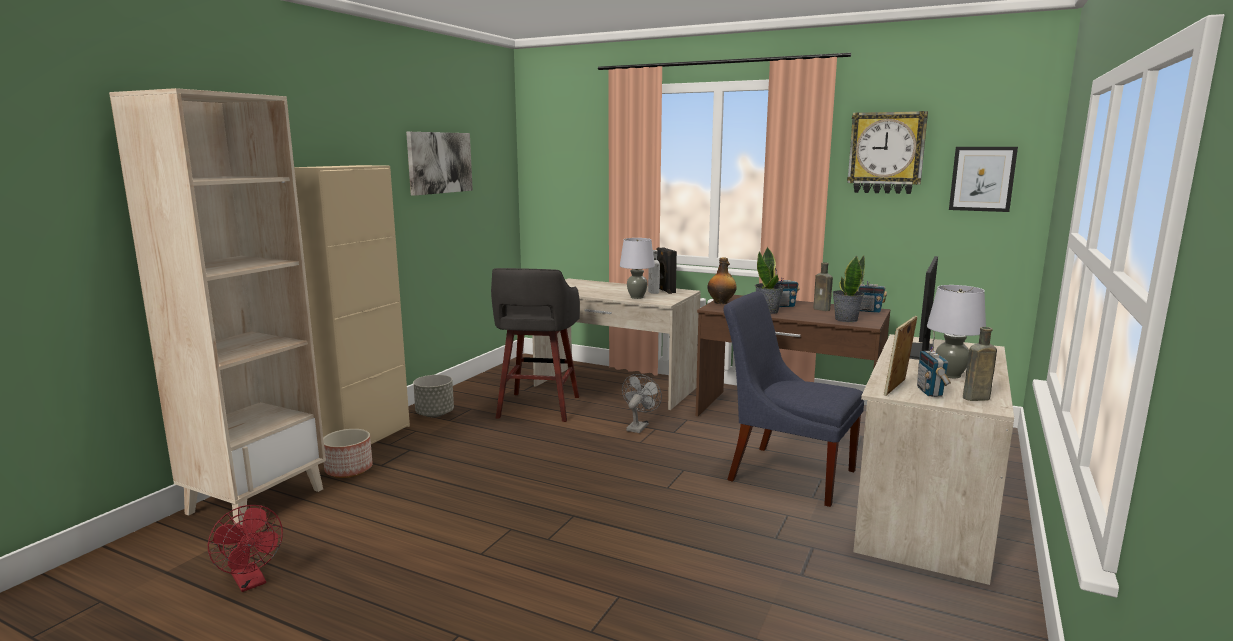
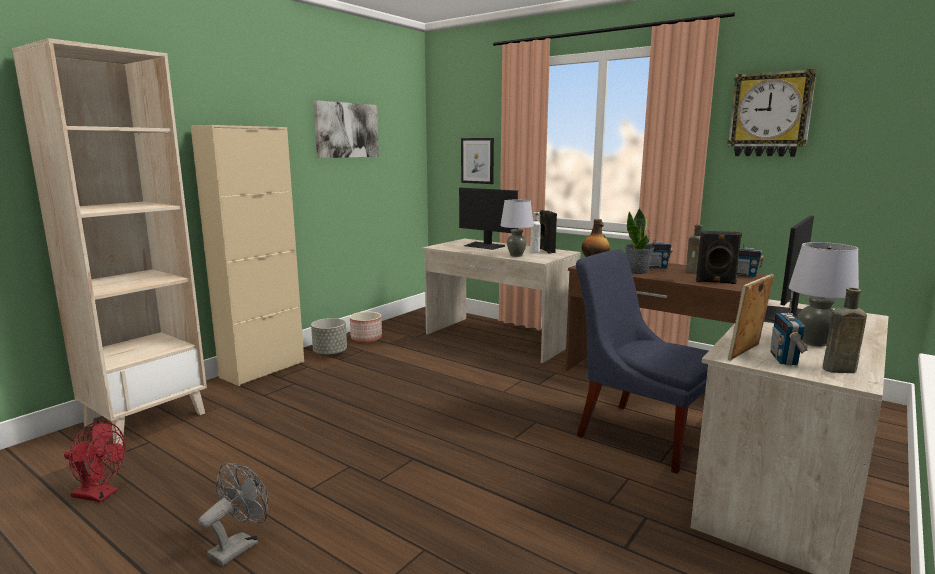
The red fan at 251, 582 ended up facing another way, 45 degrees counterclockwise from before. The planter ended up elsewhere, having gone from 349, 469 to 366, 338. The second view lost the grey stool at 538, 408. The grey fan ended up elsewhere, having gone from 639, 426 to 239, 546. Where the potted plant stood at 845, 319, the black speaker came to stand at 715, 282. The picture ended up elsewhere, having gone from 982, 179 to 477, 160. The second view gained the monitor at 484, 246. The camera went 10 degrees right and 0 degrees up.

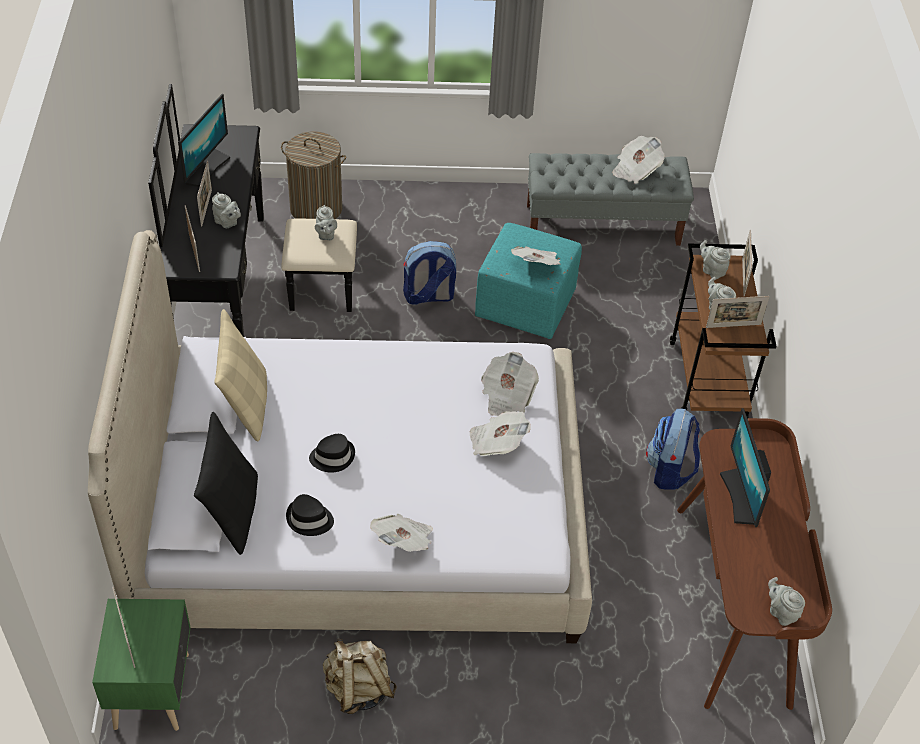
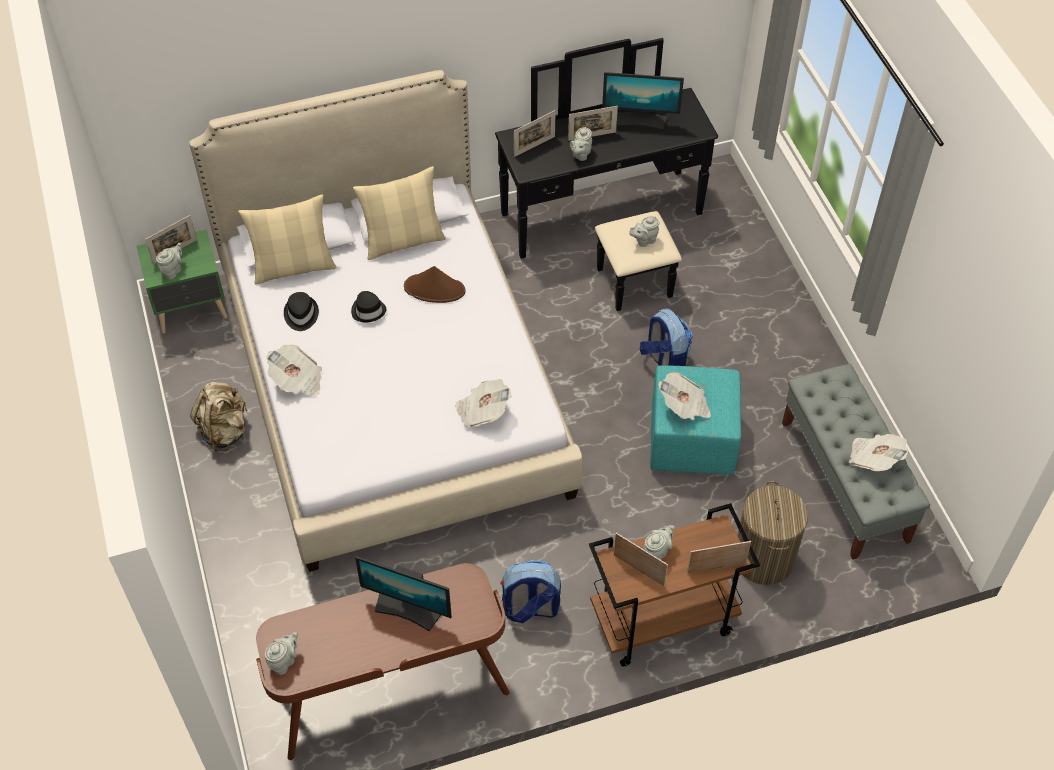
What was the black pillow at 233, 512 turned into the beige pillow at 293, 267. The laundry basket ended up elsewhere, having gone from 316, 208 to 763, 559. The second view lost the newspaper at 497, 443. The grey teapot ended up elsewhere, having gone from 712, 271 to 173, 270. The picture frame at 733, 326 ended up facing another way, 150 degrees clockwise from before. The monitor at 741, 497 ended up facing another way, 135 degrees counterclockwise from before. The second view gained the brown hat at 435, 289. The camera went 75 degrees right and 5 degrees up.

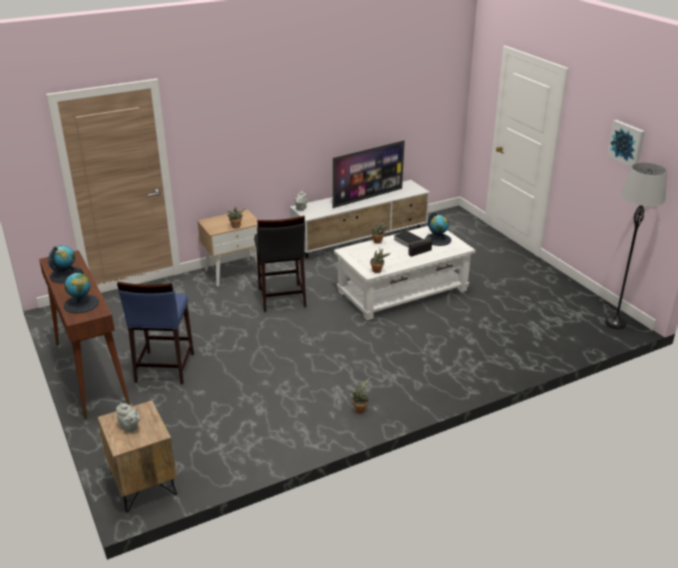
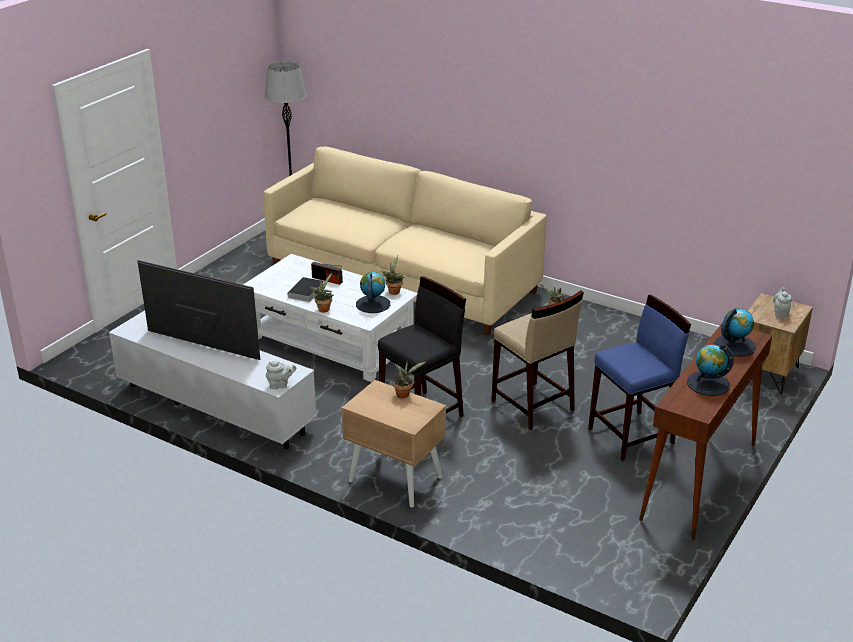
The globe ended up elsewhere, having gone from 438, 239 to 373, 304. The second view lost the picture at 626, 143. The second view gained the beige sofa at 403, 279. The second view gained the beige stool at 532, 406. The camera went 120 degrees left and 0 degrees up.

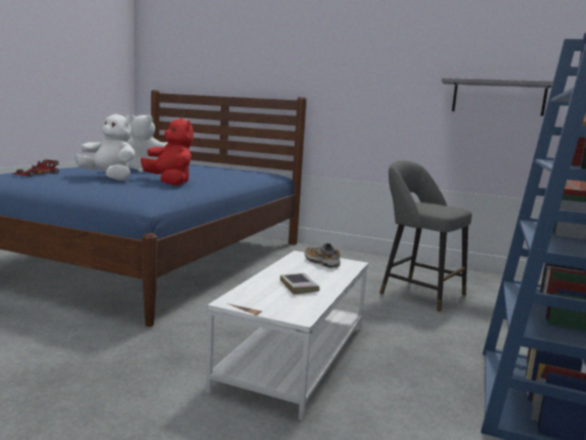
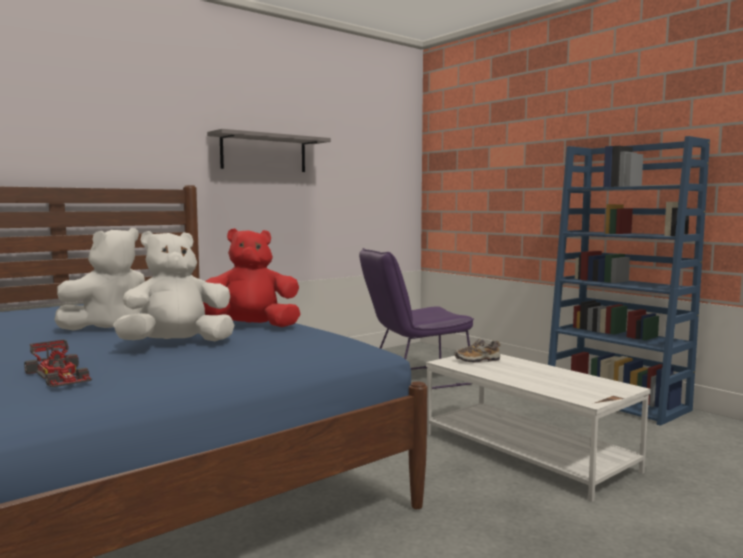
The second view lost the book at 298, 287. Where the grey stool stood at 418, 293, the purple chair came to stand at 413, 379. The grey shelf ended up elsewhere, having gone from 498, 98 to 264, 153. The camera went 60 degrees left and 5 degrees down.

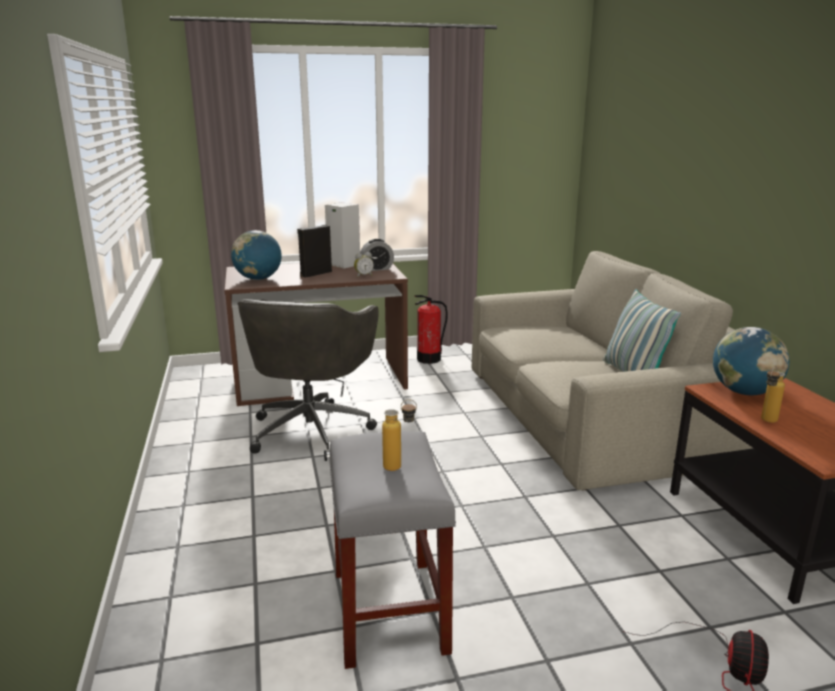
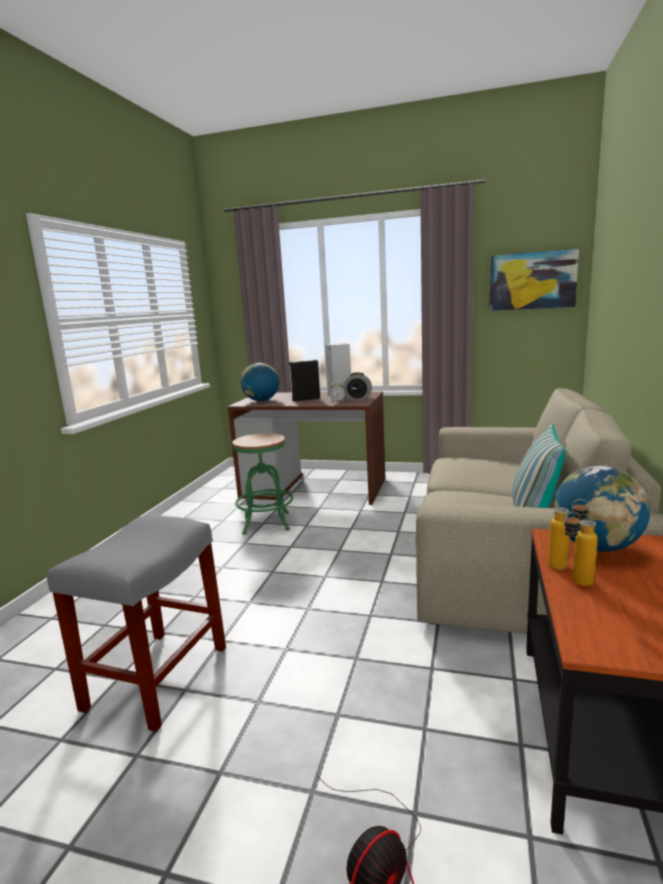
Where the grey office chair stood at 312, 429, the green stool came to stand at 266, 523. The bottle ended up elsewhere, having gone from 399, 467 to 566, 567. The second view lost the fire extinguisher at 429, 359. The second view gained the picture at 532, 281. The camera went 30 degrees right and 5 degrees down.

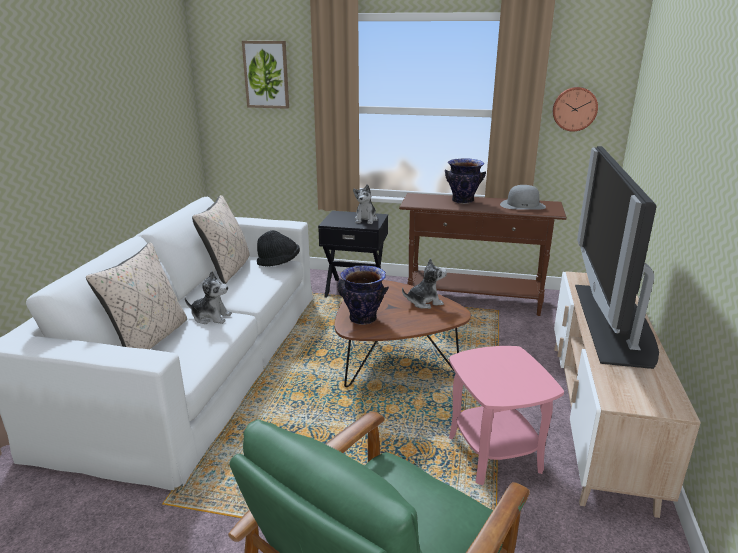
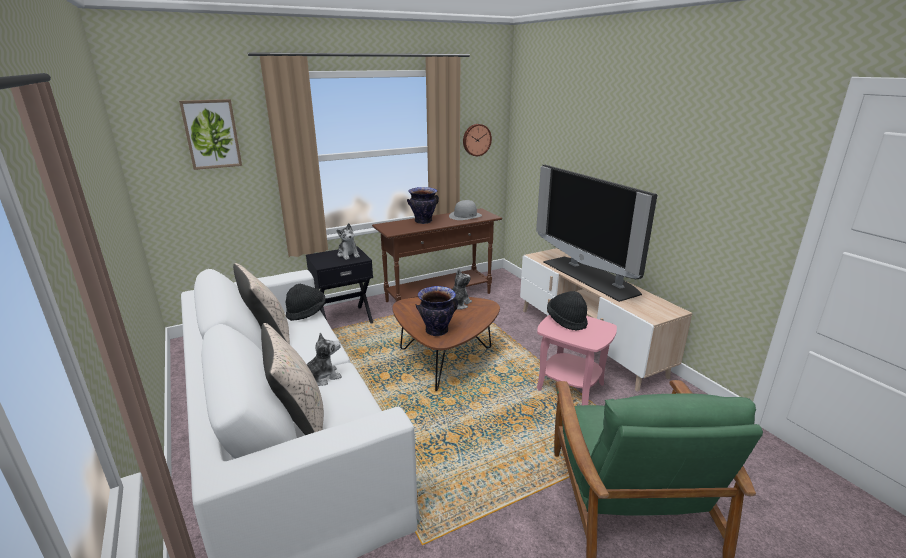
The second view gained the black hat at 566, 321. The camera went 40 degrees left and 0 degrees up.

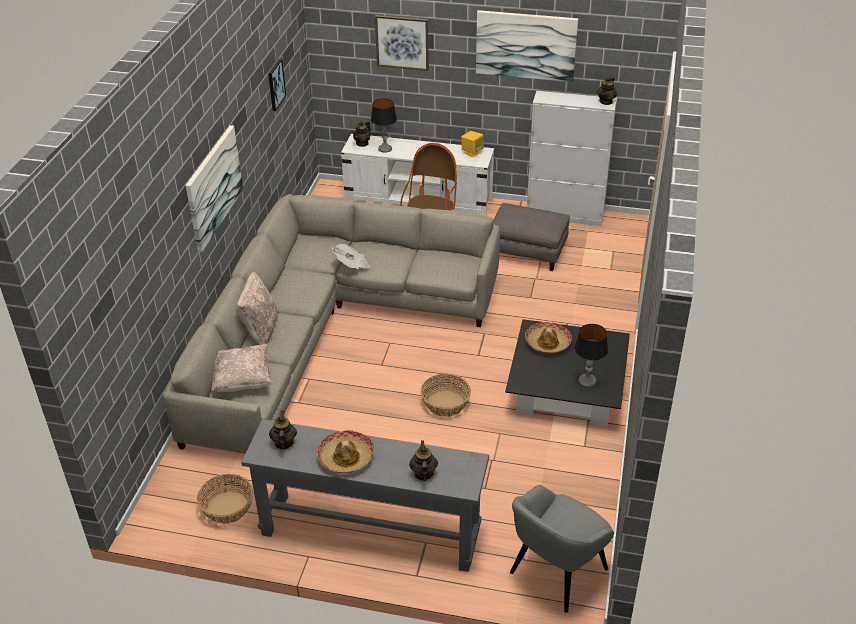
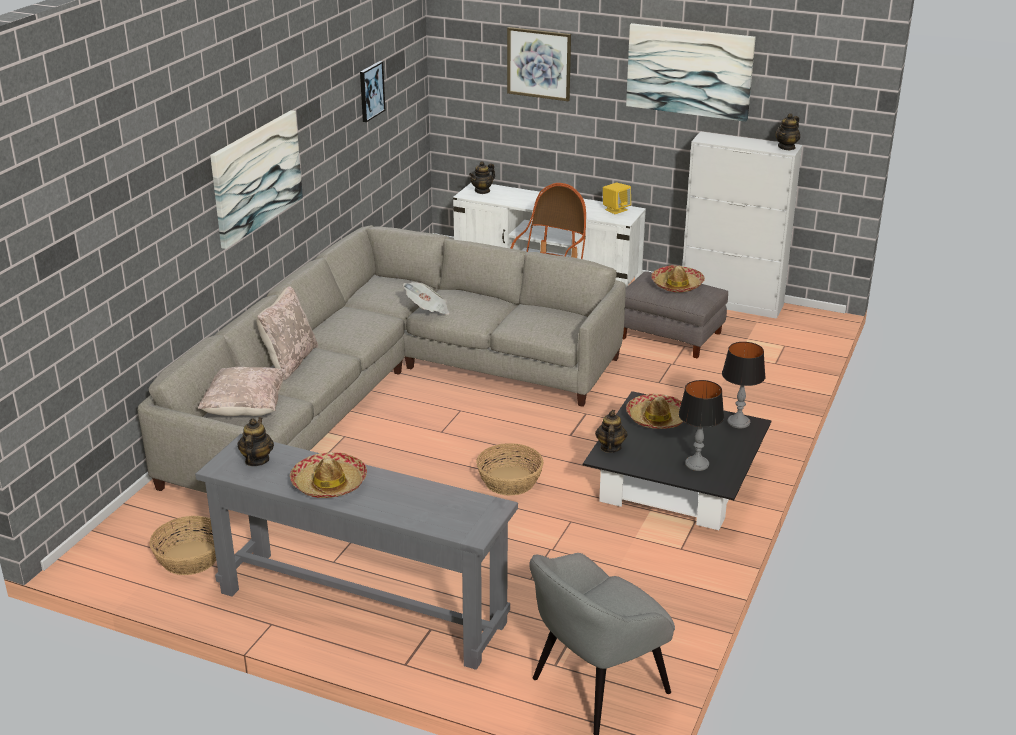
The table lamp ended up elsewhere, having gone from 385, 149 to 738, 422. The teapot ended up elsewhere, having gone from 423, 473 to 610, 447. The second view gained the hat at 677, 285. The camera went 10 degrees right and 10 degrees down.

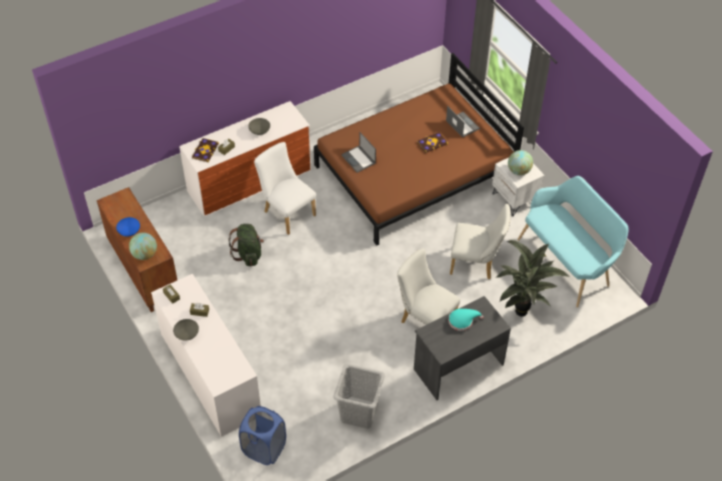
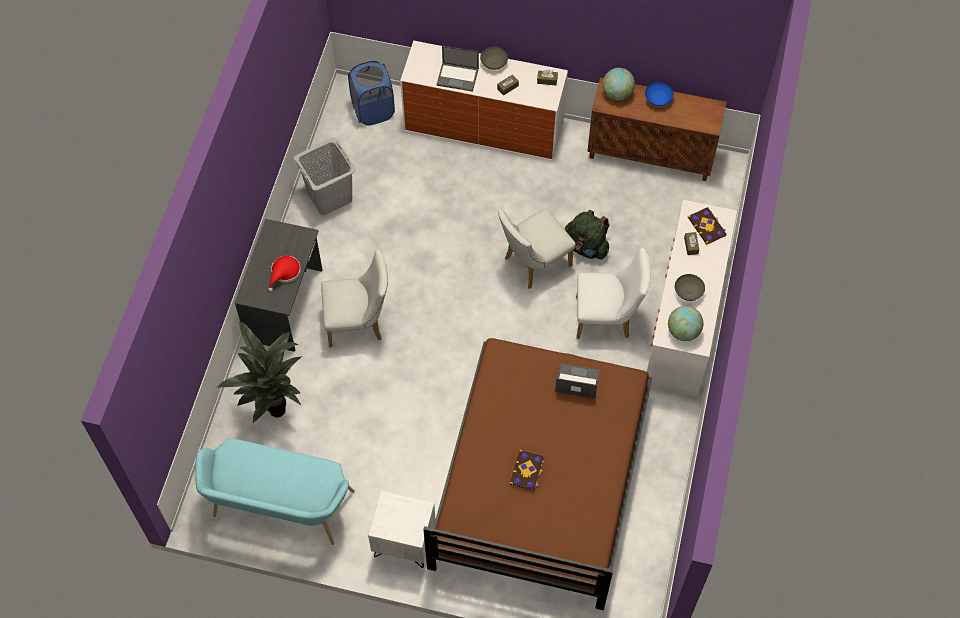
The laptop ended up elsewhere, having gone from 462, 124 to 458, 76. What was the turquoise hat at 462, 321 turned into the red hat at 284, 273. The white chair ended up elsewhere, having gone from 476, 264 to 533, 264. The globe ended up elsewhere, having gone from 519, 171 to 683, 331. The camera went 135 degrees right and 10 degrees up.

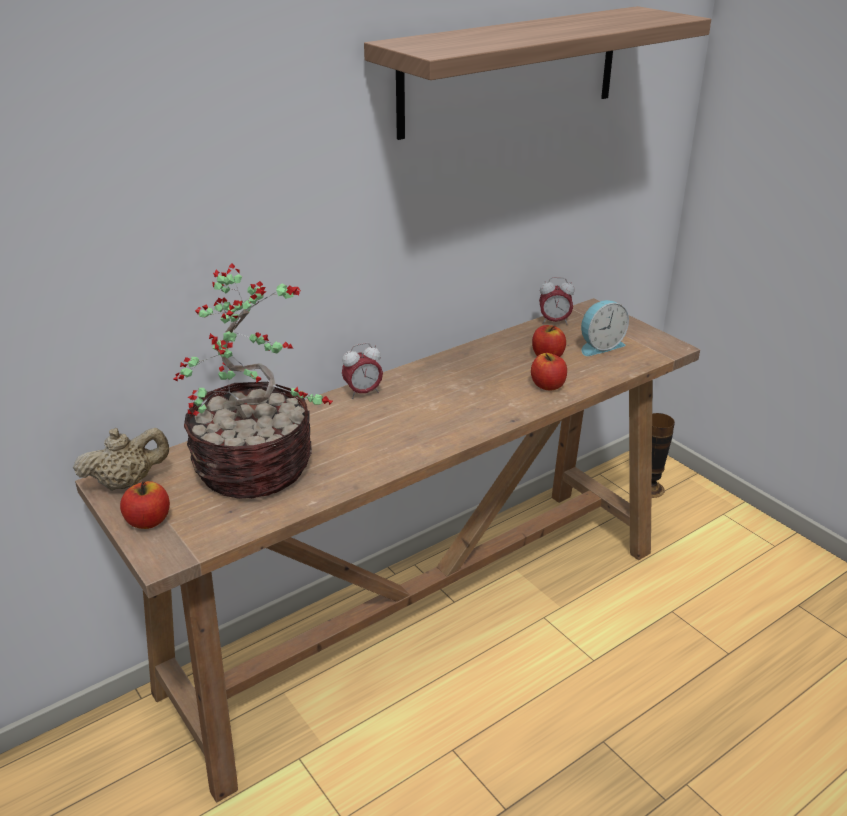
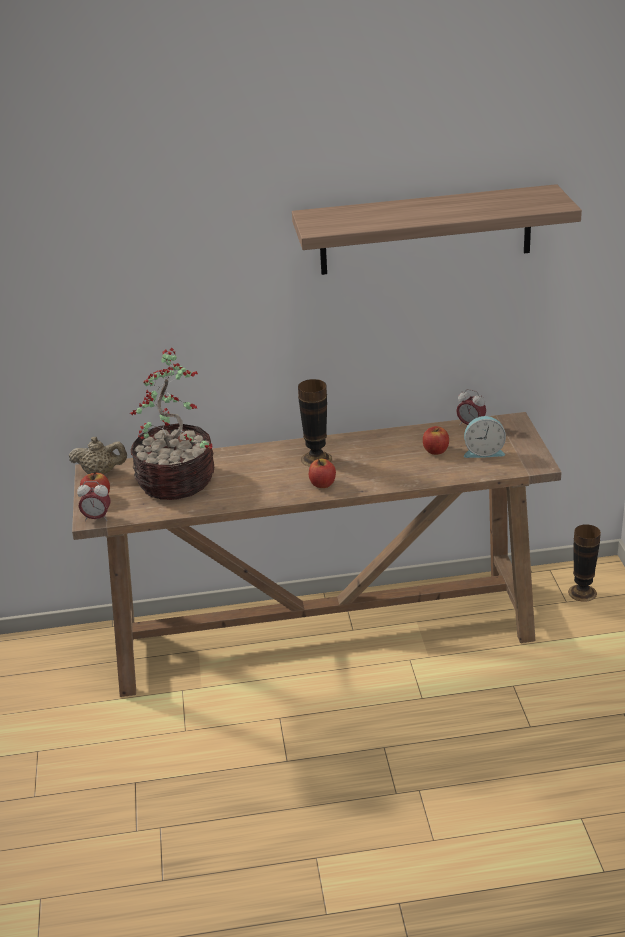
The alarm clock ended up elsewhere, having gone from 363, 393 to 97, 518. The apple ended up elsewhere, having gone from 548, 385 to 322, 484. The second view gained the vase at 316, 458. The camera went 30 degrees right and 0 degrees up.

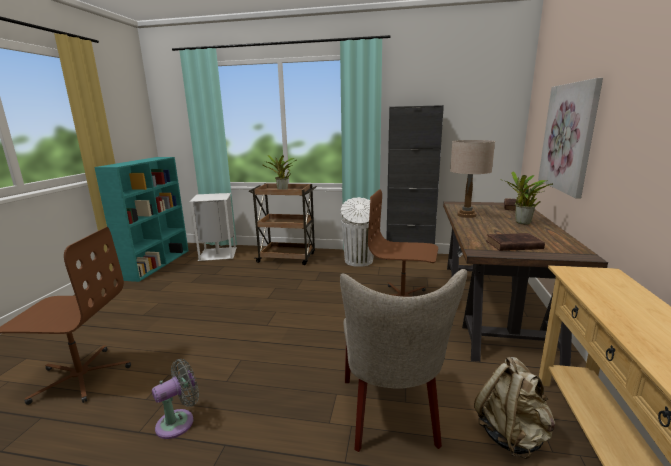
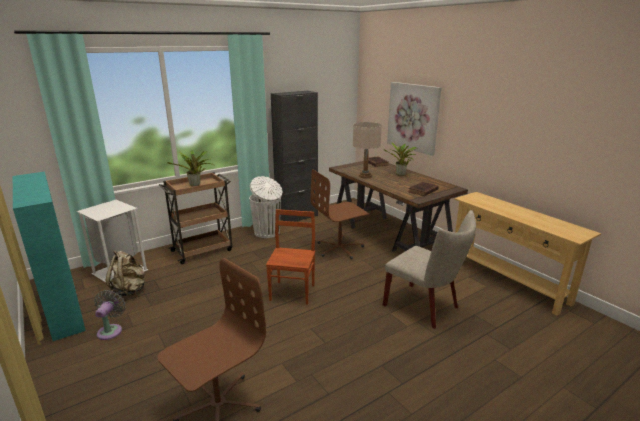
The grey fan ended up elsewhere, having gone from 179, 422 to 111, 330. The beige backpack ended up elsewhere, having gone from 511, 434 to 130, 290. The second view gained the brown chair at 293, 292. The camera went 45 degrees left and 5 degrees up.

